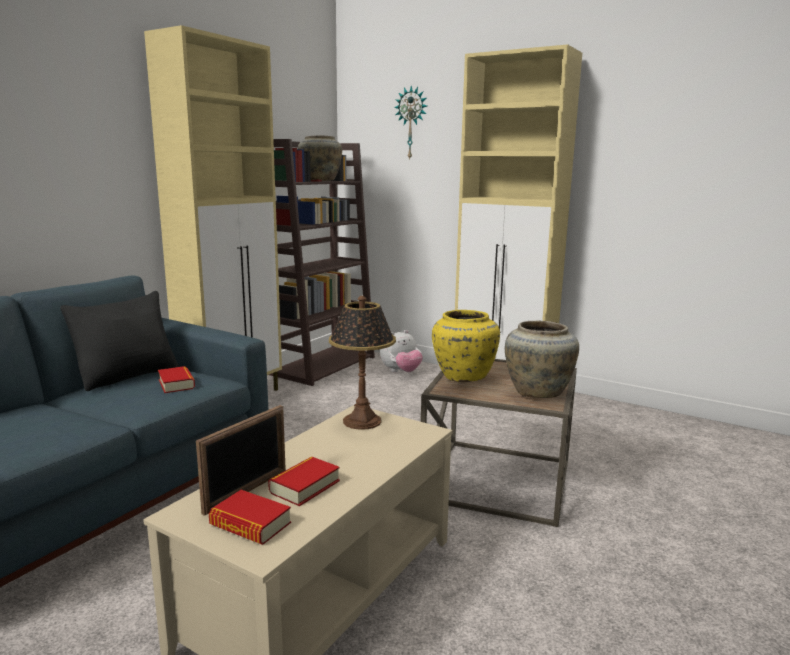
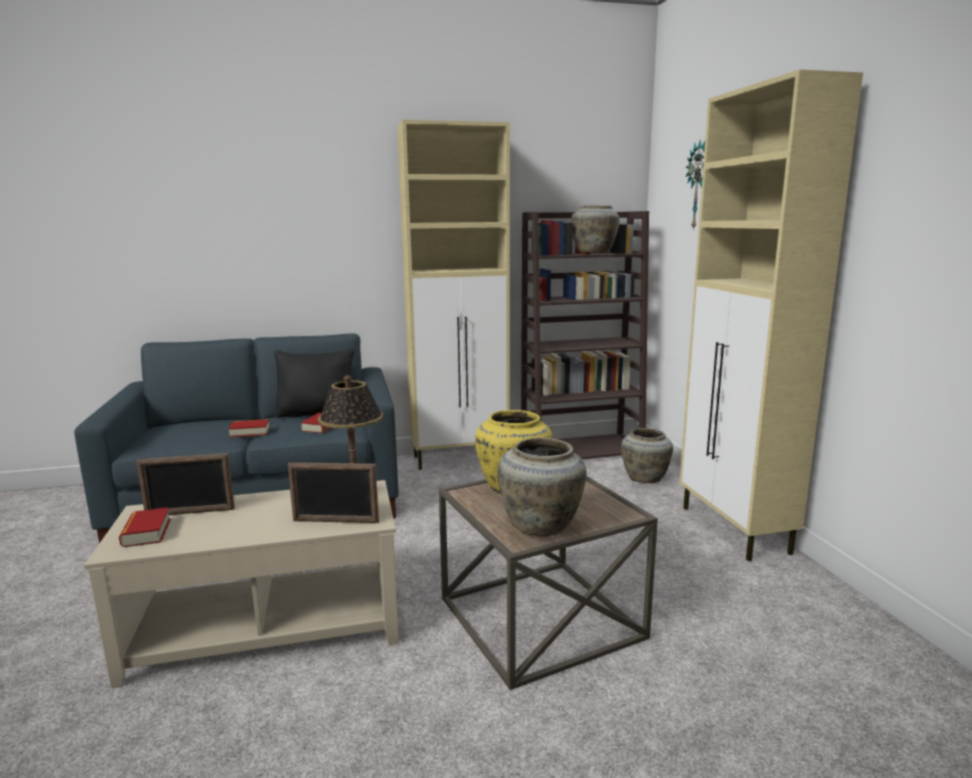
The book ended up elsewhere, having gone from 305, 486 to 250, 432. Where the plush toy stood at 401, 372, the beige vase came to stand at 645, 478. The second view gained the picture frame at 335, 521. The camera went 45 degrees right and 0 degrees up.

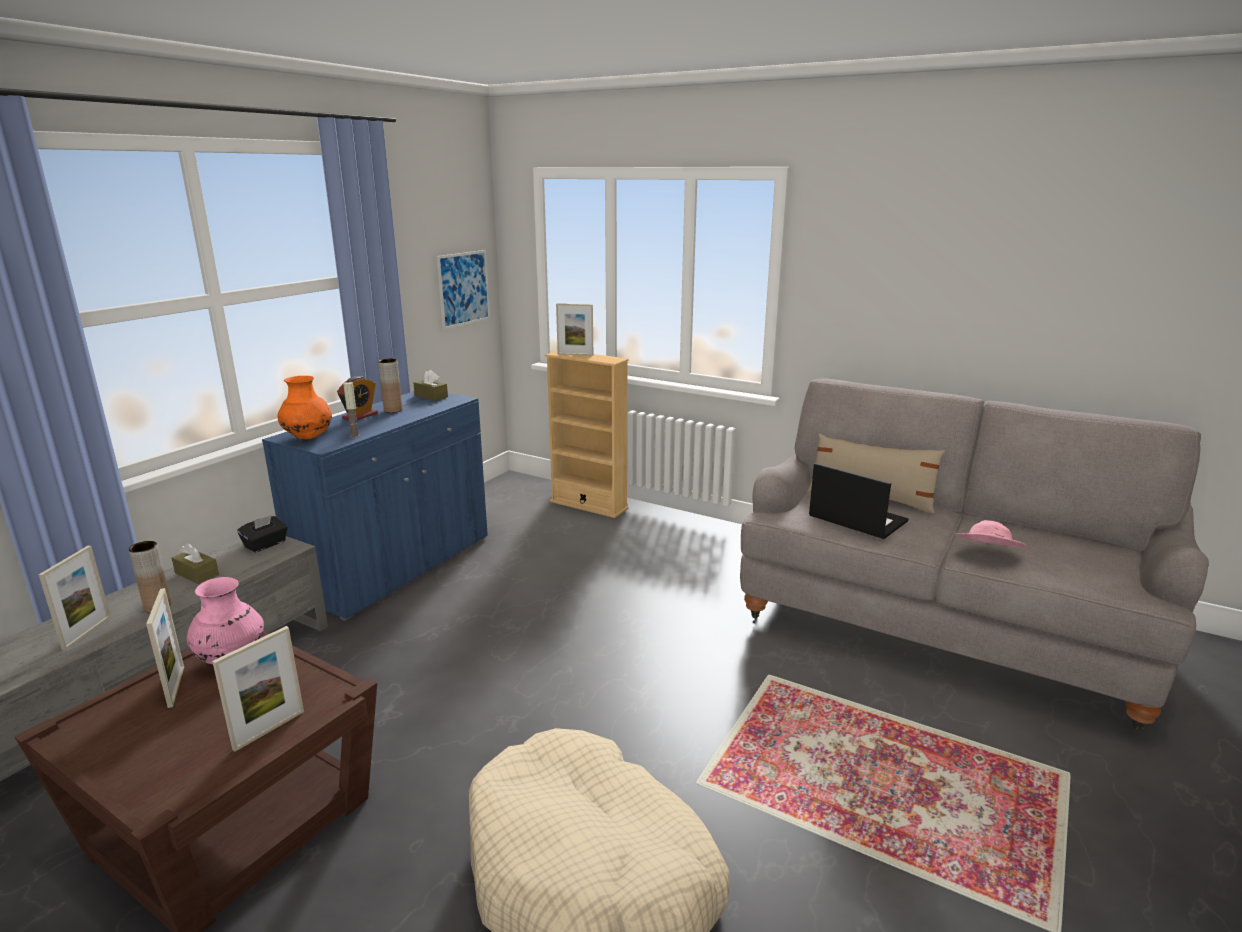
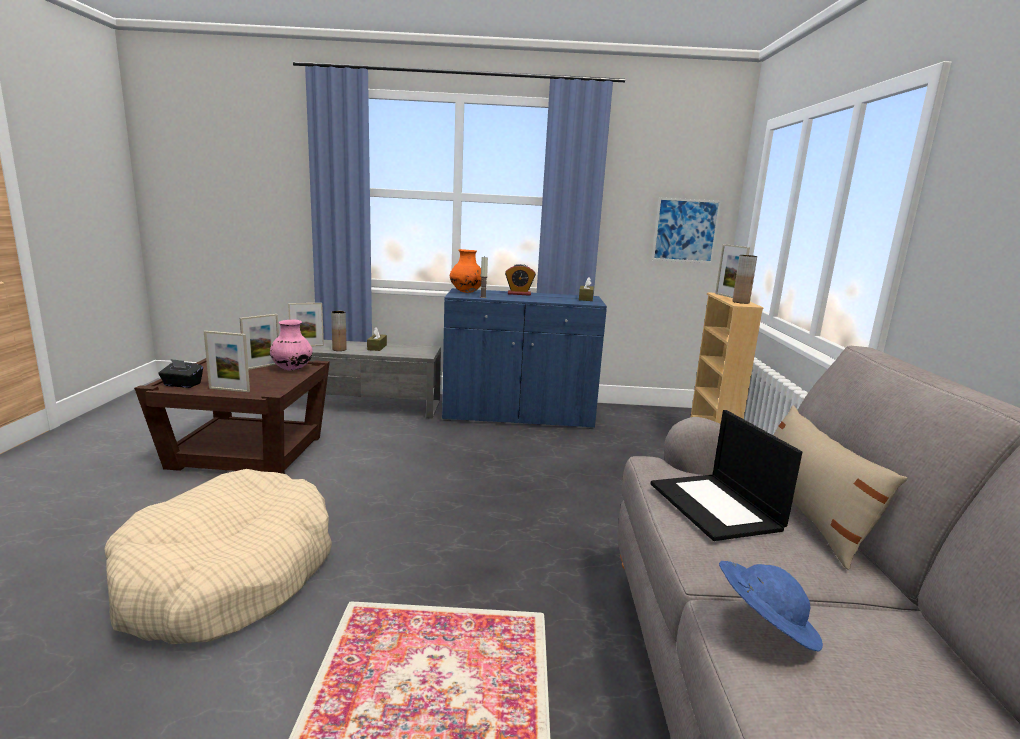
The black tissue box ended up elsewhere, having gone from 265, 545 to 182, 385. The brown vase ended up elsewhere, having gone from 393, 410 to 740, 302. The laptop at 856, 519 ended up facing another way, 150 degrees clockwise from before. What was the pink hat at 986, 553 turned into the blue hat at 763, 625. The camera went 60 degrees right and 5 degrees down.

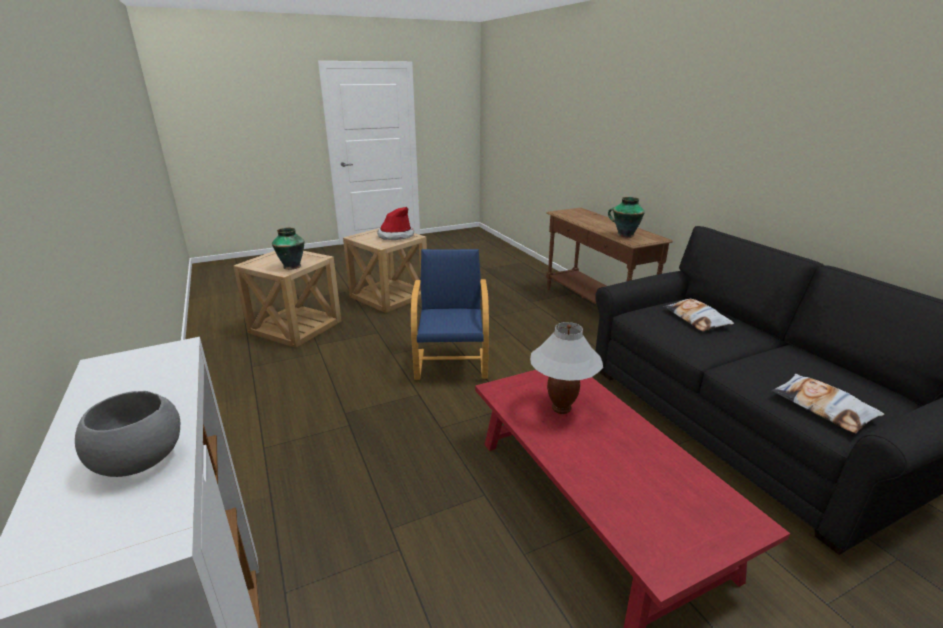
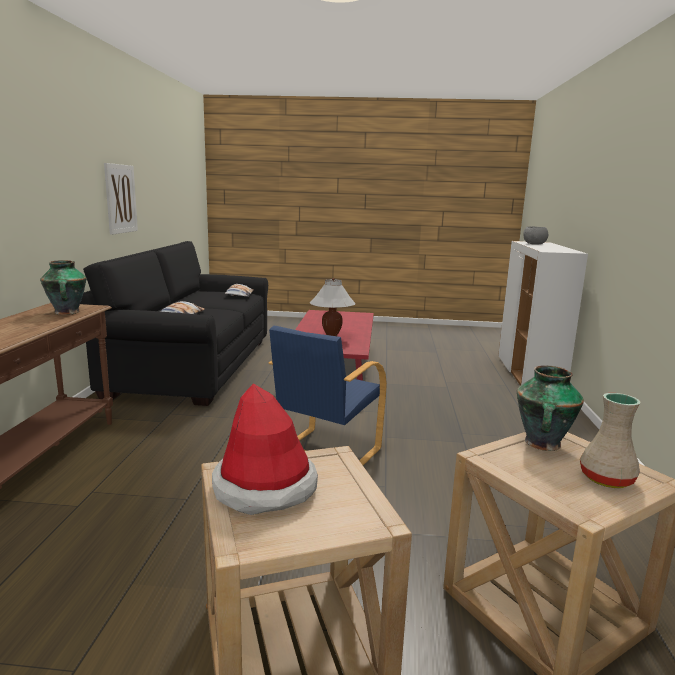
The second view gained the picture at 120, 199. The second view gained the beige vase at 605, 478. The camera went 150 degrees left and 10 degrees down.

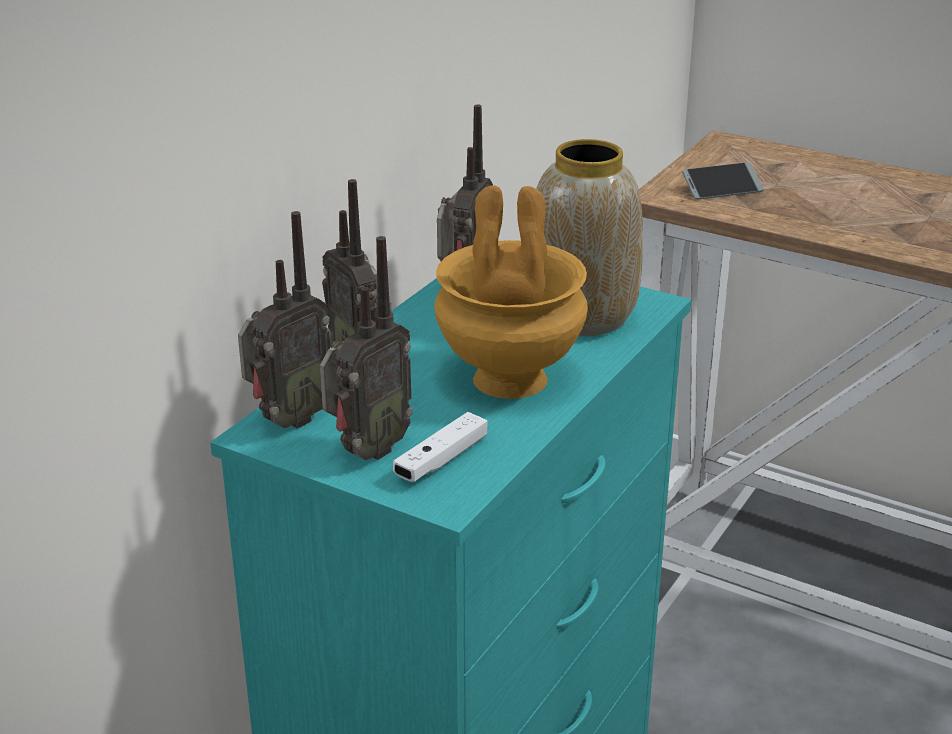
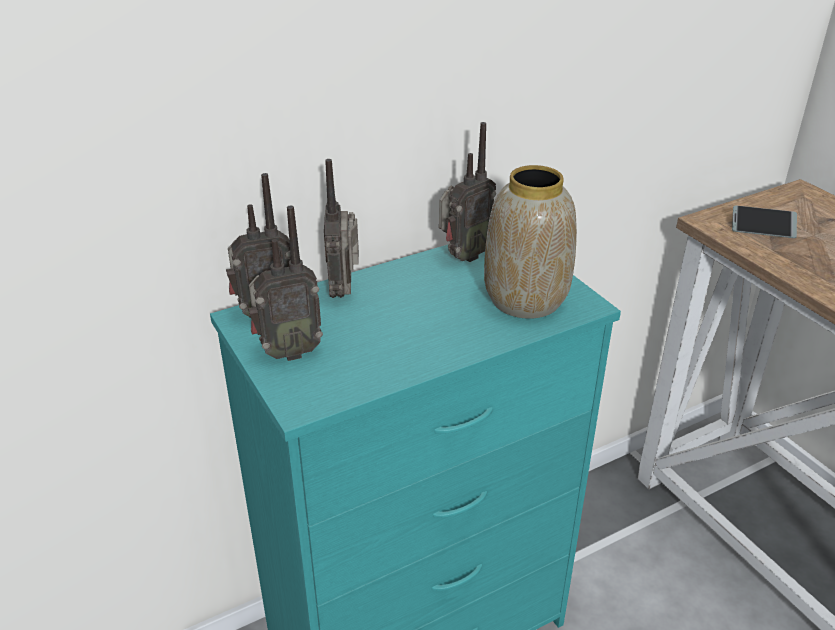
The second view lost the white game controller at 441, 460. The second view lost the brown vase at 508, 380. The camera went 30 degrees right and 5 degrees up.

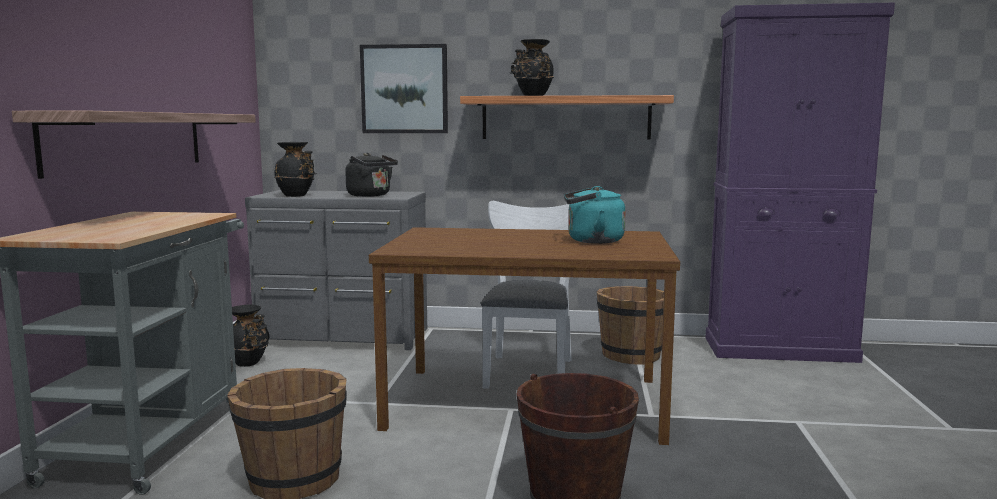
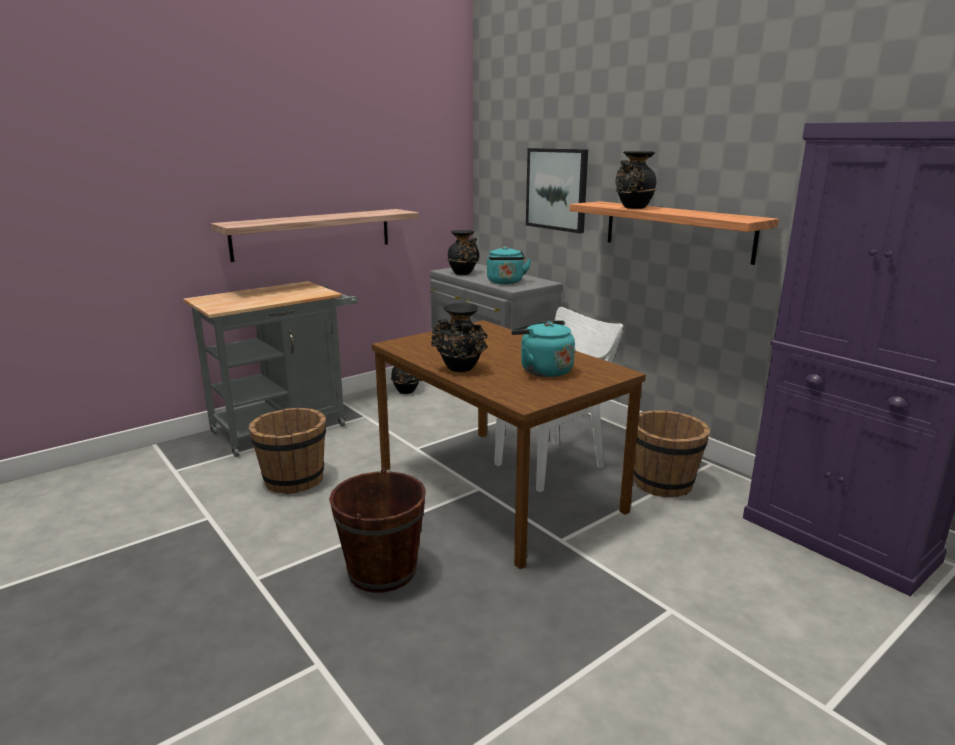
What was the black kettle at 371, 195 turned into the turquoise kettle at 505, 282. The second view gained the black vase at 460, 369. The camera went 45 degrees right and 10 degrees up.

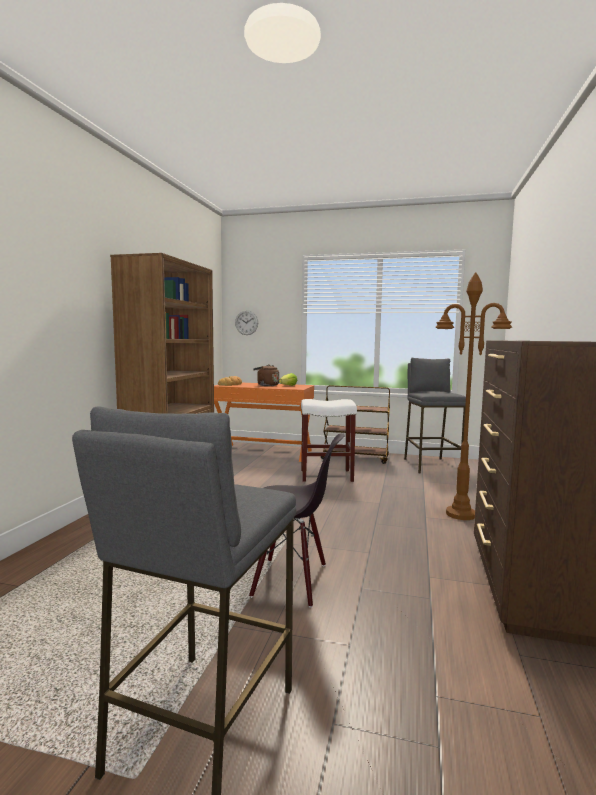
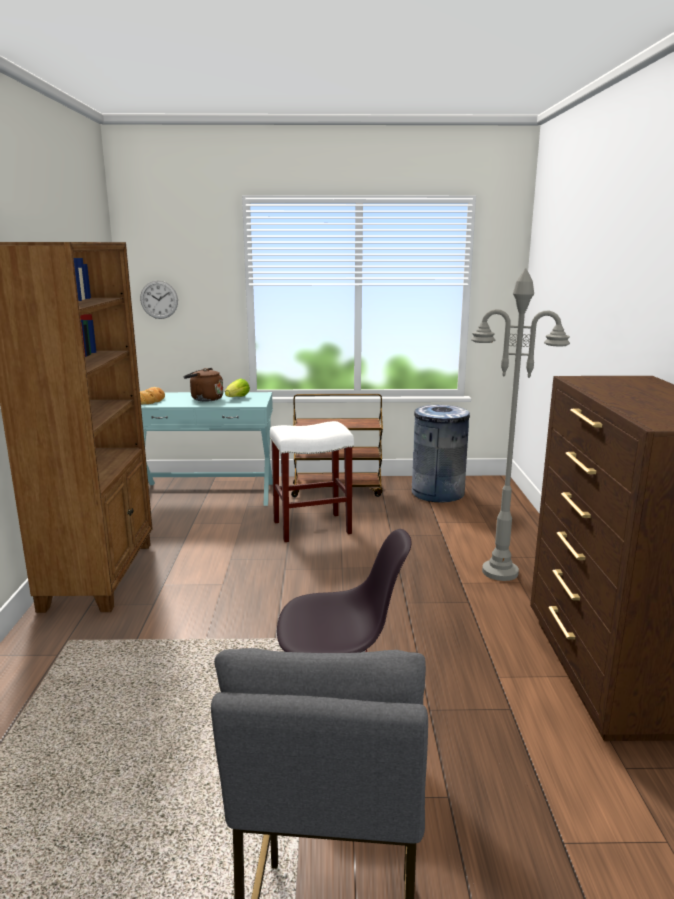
What was the orange console table at 264, 452 turned into the turquoise console table at 207, 493. Where the grey stool stood at 431, 465, the grey trash can came to stand at 437, 493. What was the brown floor lamp at 460, 514 turned into the grey floor lamp at 499, 572. The camera went 15 degrees left and 10 degrees up.

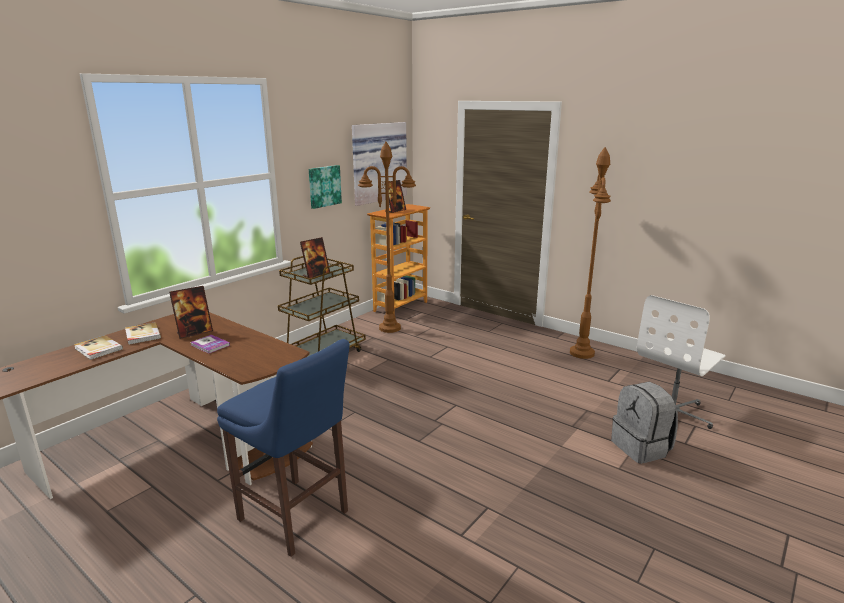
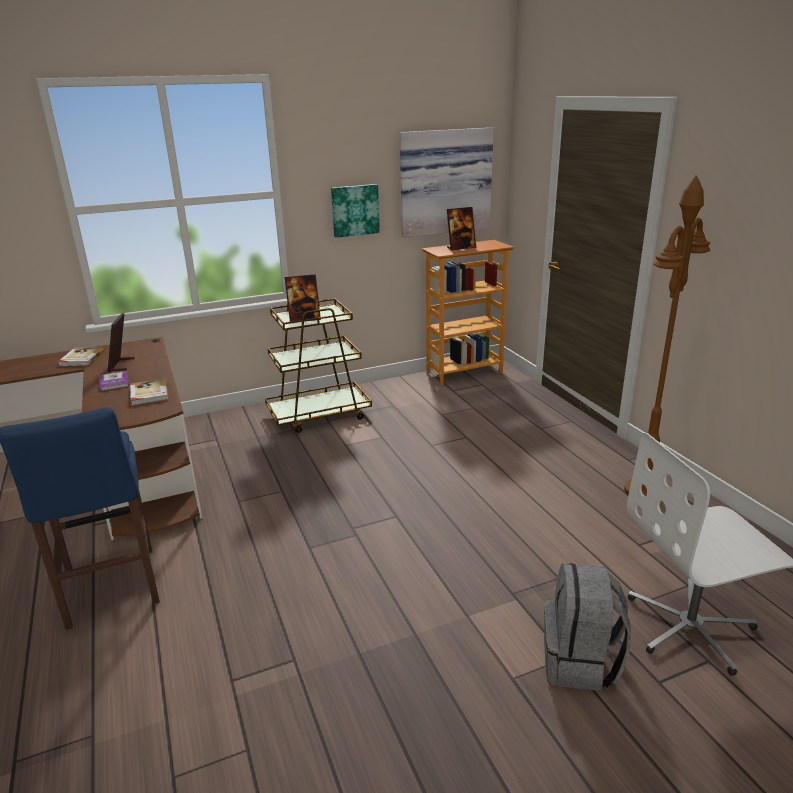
The book ended up elsewhere, having gone from 98, 349 to 148, 394. The picture frame at 194, 332 ended up facing another way, 90 degrees clockwise from before. The second view lost the brown floor lamp at 390, 328. The camera went 30 degrees right and 5 degrees up.

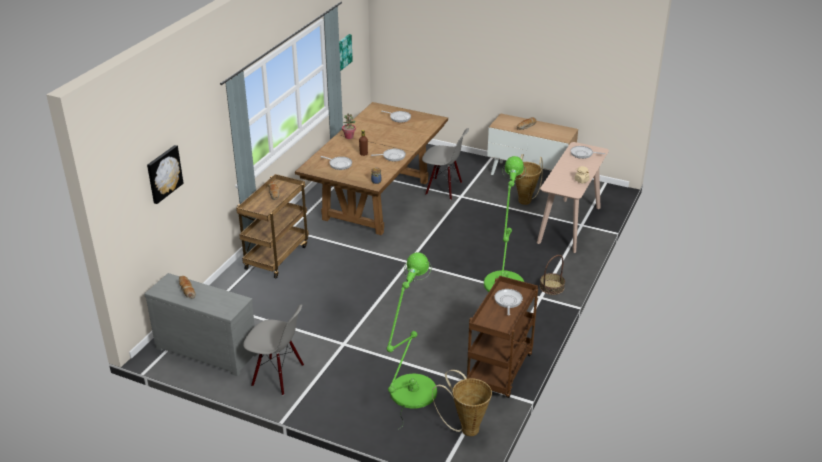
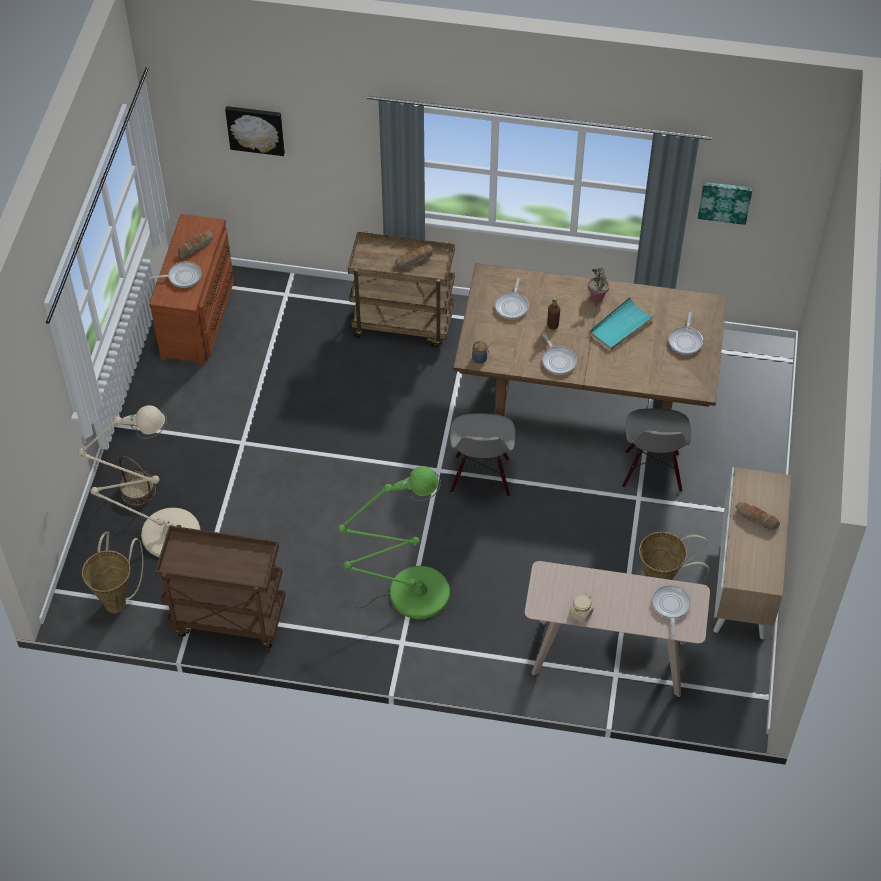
What was the grey dresser at 208, 349 turned into the brown dresser at 200, 317. The grey chair ended up elsewhere, having gone from 277, 376 to 481, 476. What was the green floor lamp at 410, 396 turned into the beige floor lamp at 162, 533. The frying pan ended up elsewhere, having gone from 508, 301 to 182, 277. The basket ended up elsewhere, having gone from 552, 287 to 138, 491. The second view gained the turquoise tray at 620, 326. The camera went 75 degrees right and 20 degrees up.

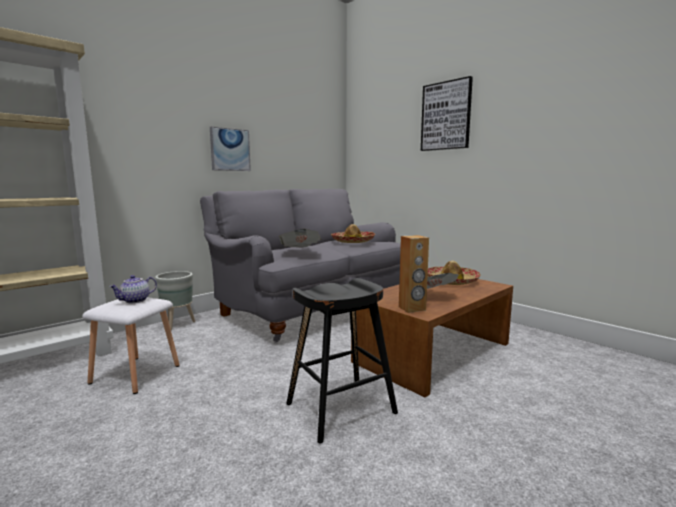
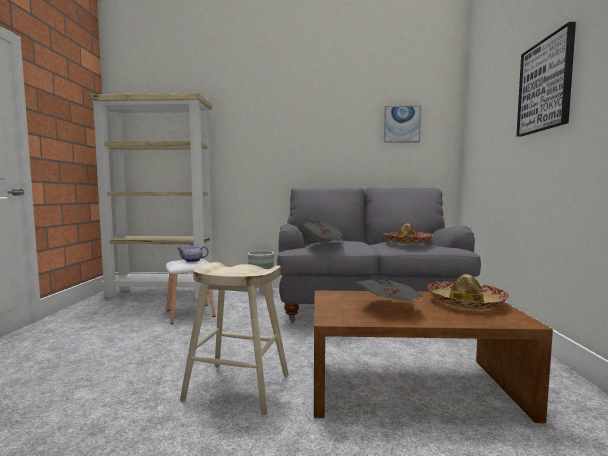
The picture ended up elsewhere, having gone from 230, 149 to 401, 124. What was the black stool at 341, 408 turned into the beige stool at 238, 387. The second view lost the brown speaker at 412, 308. The camera went 45 degrees right and 5 degrees down.

